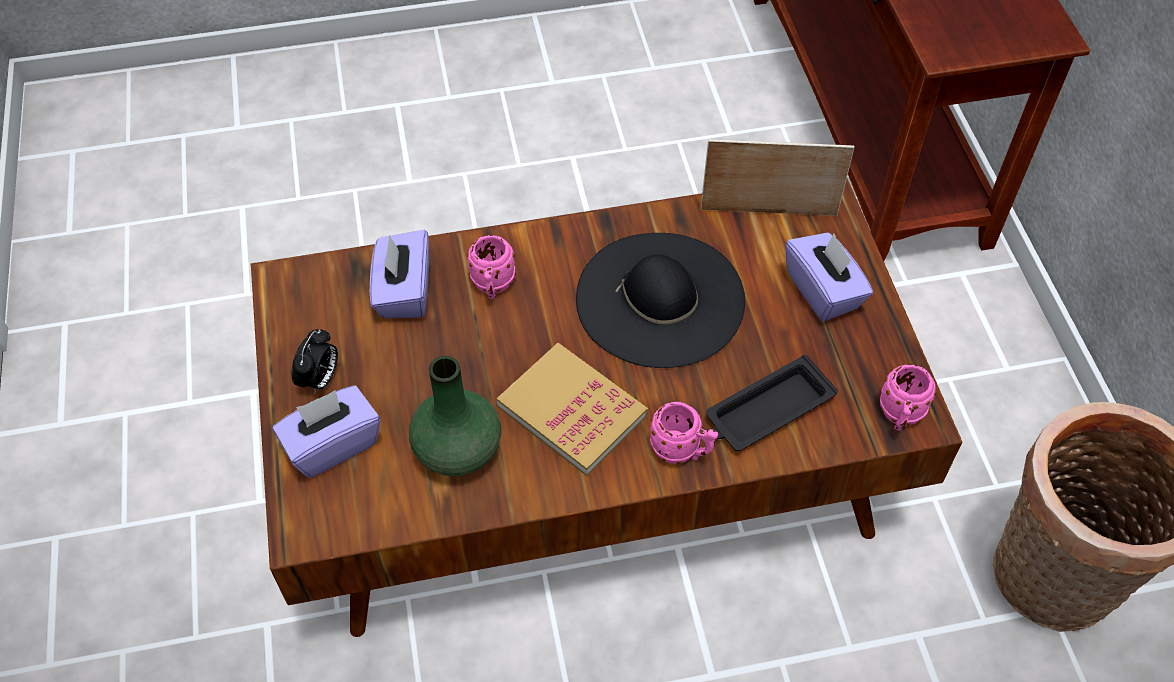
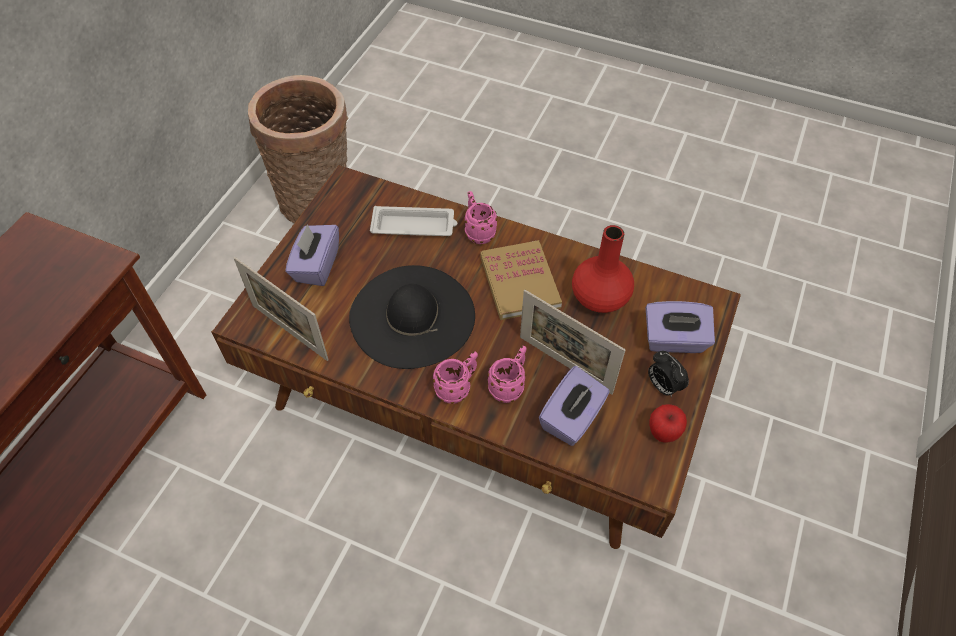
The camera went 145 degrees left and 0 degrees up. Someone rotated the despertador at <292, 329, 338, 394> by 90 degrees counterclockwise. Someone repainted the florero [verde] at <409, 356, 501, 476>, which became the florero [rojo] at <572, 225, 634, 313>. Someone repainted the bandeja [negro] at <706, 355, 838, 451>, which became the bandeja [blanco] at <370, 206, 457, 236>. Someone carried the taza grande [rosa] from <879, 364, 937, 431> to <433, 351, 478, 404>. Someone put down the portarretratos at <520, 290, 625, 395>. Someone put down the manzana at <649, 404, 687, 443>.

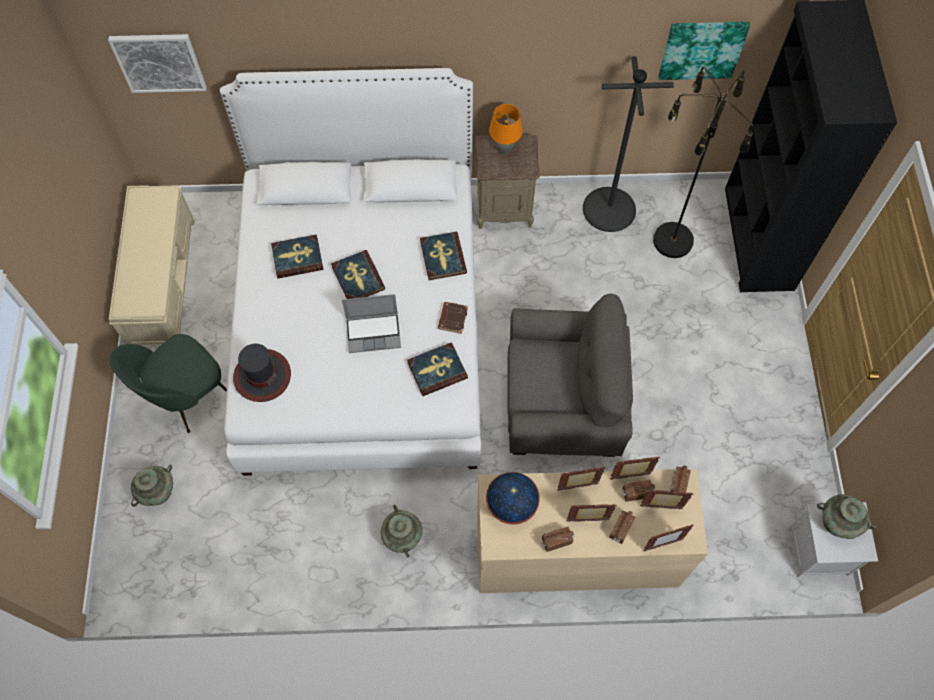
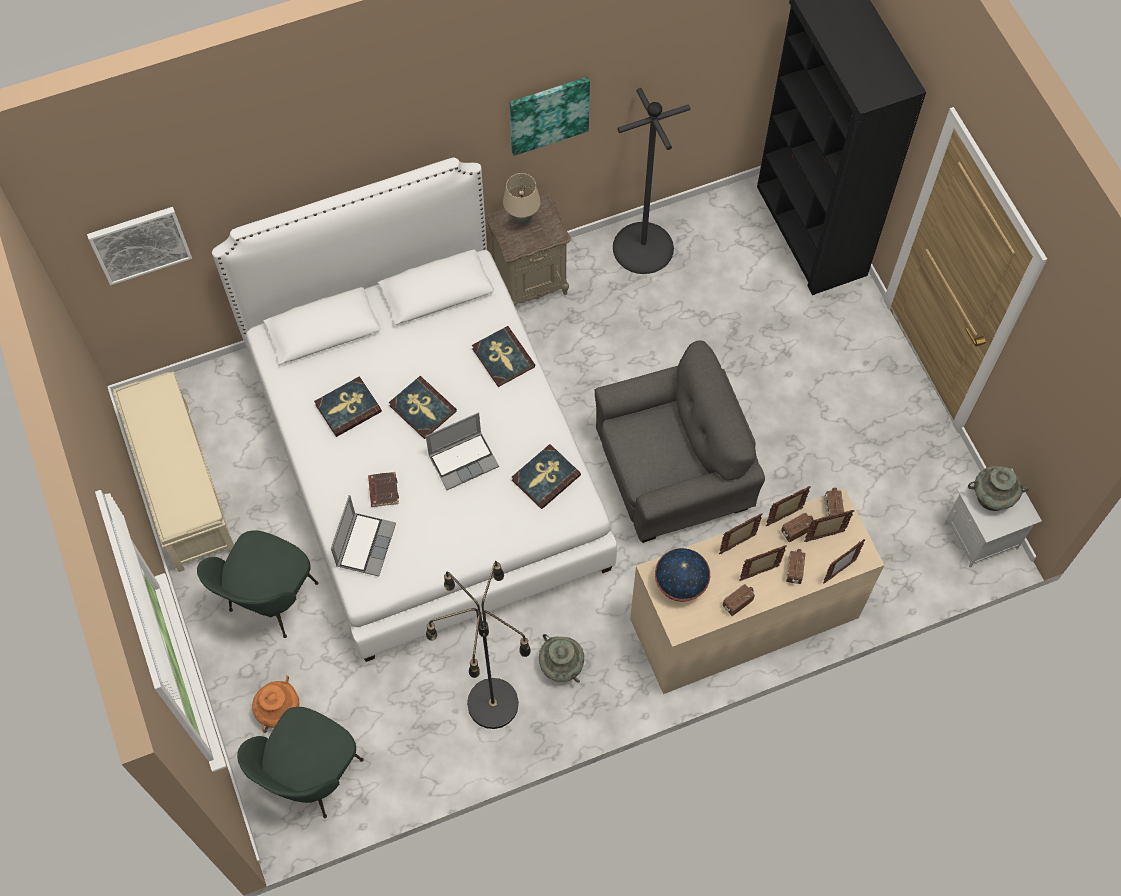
The camera went 20 degrees left and 0 degrees up. Someone repainted the florero [turquesa] at <131, 464, 173, 507>, which became the florero [naranja] at <252, 675, 299, 733>. Someone swapped the sombrero at <233, 344, 291, 402> for the portátil at <331, 495, 396, 576>. Someone carried the libro [marrón] from <438, 302, 468, 334> to <368, 472, 399, 507>. Someone repainted the lámpara de mesa [naranja] at <489, 104, 523, 154>, which became the lámpara de mesa [beis] at <503, 173, 541, 226>. Someone carried the lámpara de pie from <653, 67, 753, 258> to <426, 561, 531, 729>. Someone carried the cuadro from <658, 22, 750, 80> to <510, 77, 590, 156>. Someone put down the silla [verde] at <237, 707, 364, 818>.

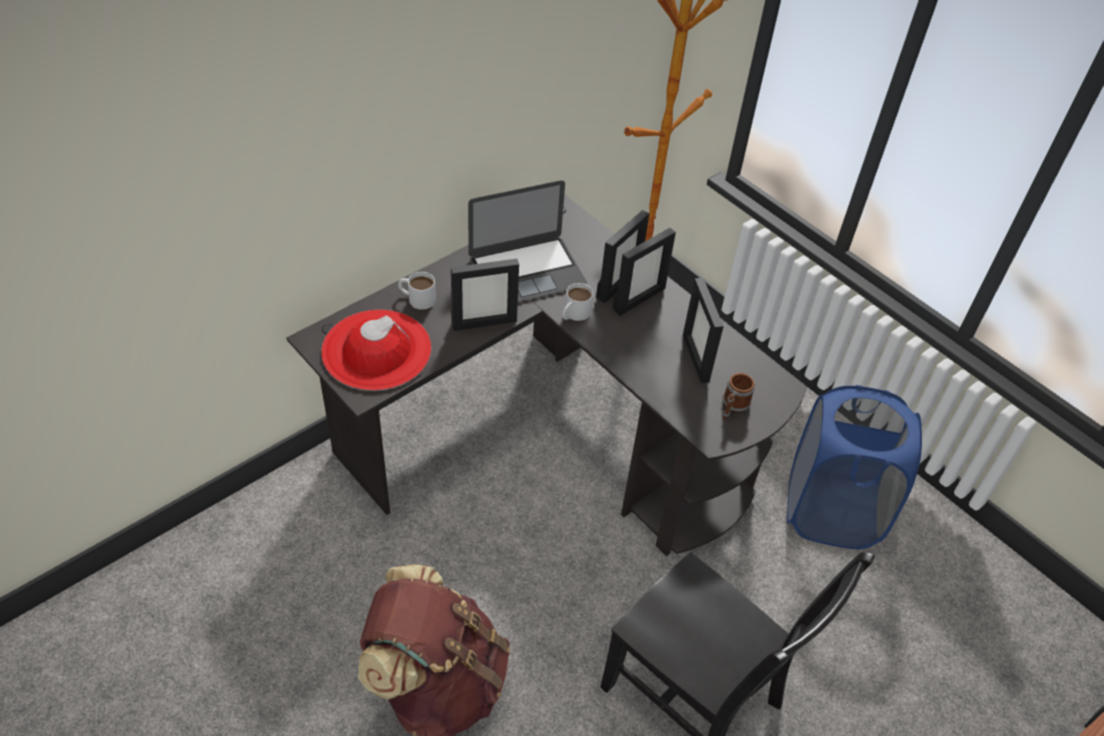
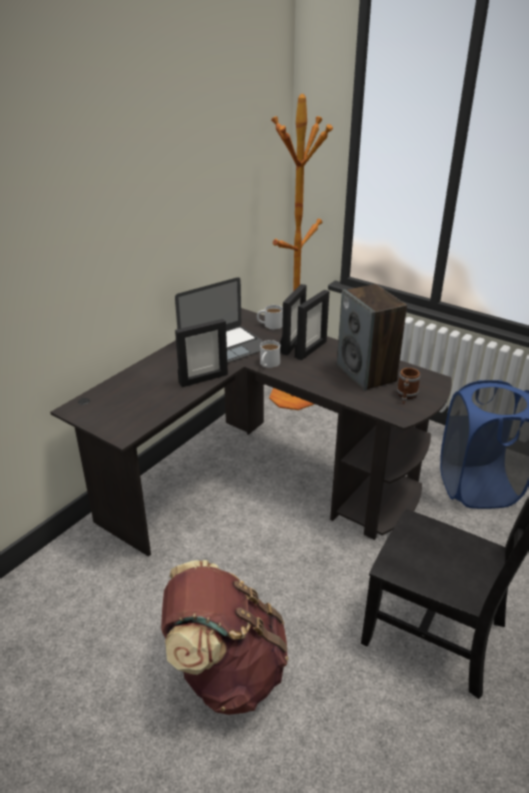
The camera went 10 degrees left and 15 degrees down. Someone took away the sombrero [rojo] at <321, 310, 431, 391>. Someone carried the taza grande [blanco] from <398, 272, 436, 310> to <257, 305, 283, 329>. Someone swapped the portarretratos at <683, 278, 724, 383> for the altavoz at <337, 284, 407, 391>.

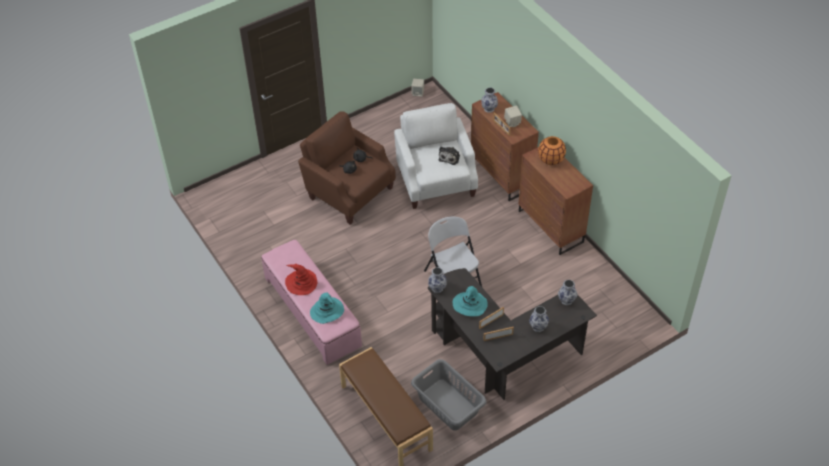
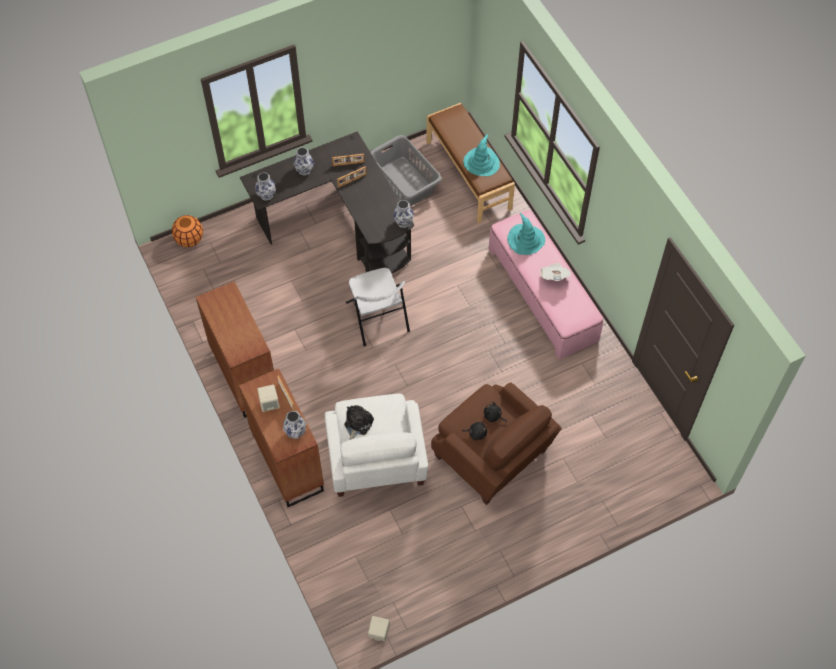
The camera went 175 degrees left and 10 degrees up. Someone swapped the sombrero [rojo] at <285, 264, 317, 295> for the periódico at <540, 263, 571, 281>. Someone carried the sombrero [turquesa] from <452, 286, 488, 316> to <463, 134, 500, 176>. Someone carried the florero [naranja] from <538, 136, 566, 165> to <172, 215, 203, 247>.

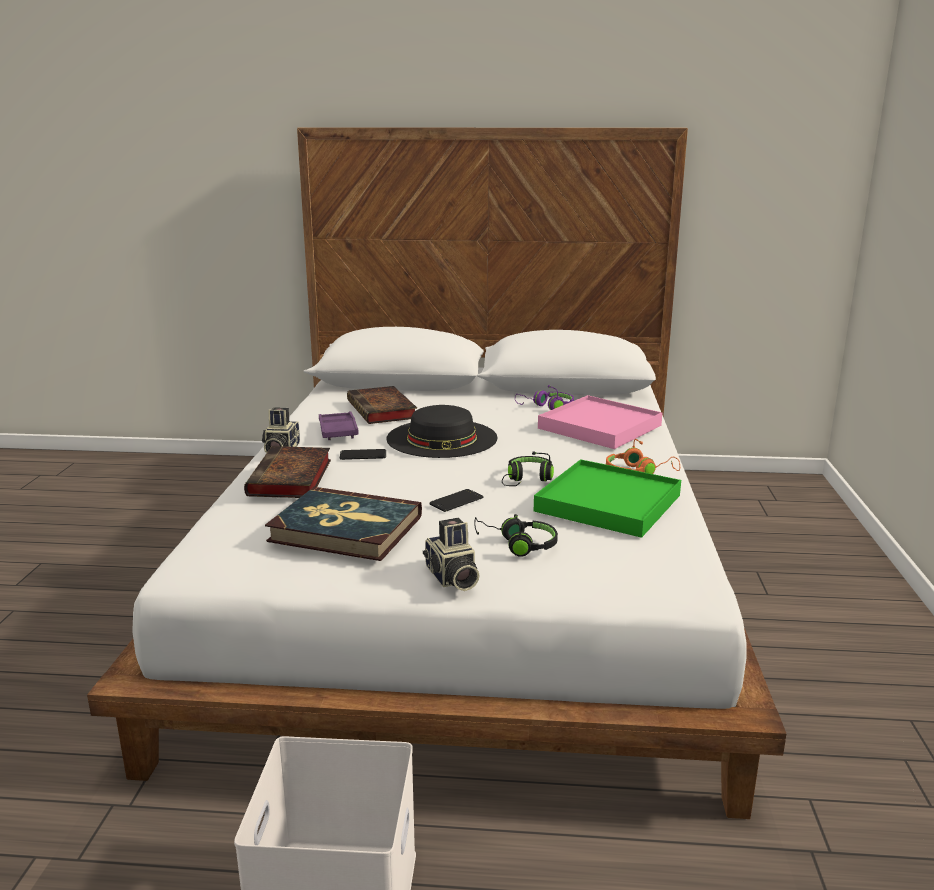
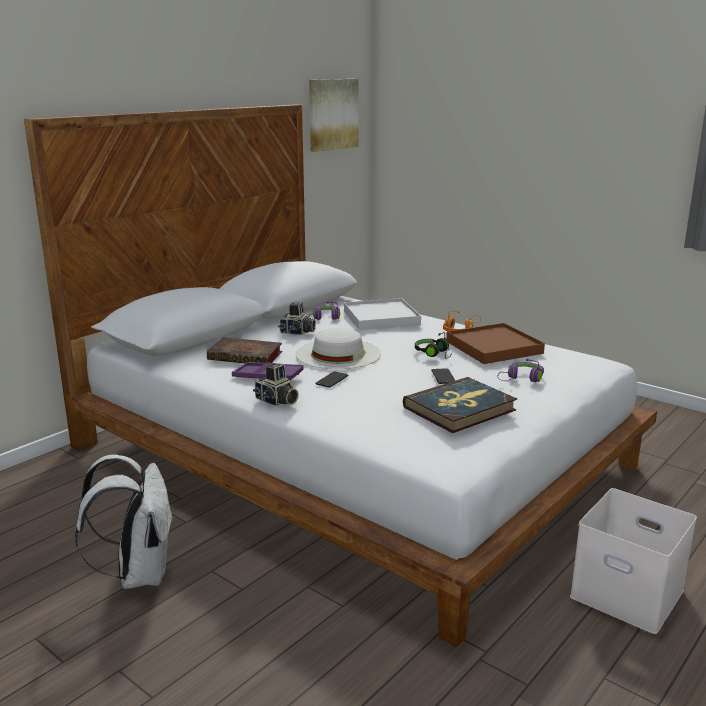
The camera went 55 degrees left and 0 degrees up. Someone took away the libro at <244, 446, 331, 498>. Someone repainted the sombrero [negro] at <386, 405, 497, 458>, which became the sombrero [blanco] at <296, 328, 381, 369>. Someone carried the cámara from <423, 518, 480, 591> to <278, 301, 316, 335>. Someone repainted the auriculares [negro] at <474, 514, 558, 557>, which became the auriculares [morado] at <497, 359, 544, 382>. Someone repainted the bandeja [verde] at <534, 459, 681, 538>, which became the bandeja [marrón] at <446, 323, 545, 364>. Someone repainted the bandeja [rosa] at <538, 395, 662, 449>, which became the bandeja [blanco] at <344, 298, 421, 330>. Someone put down the mochila [blanco] at <75, 455, 174, 589>. Someone put up the cuadro at <309, 79, 359, 152>.

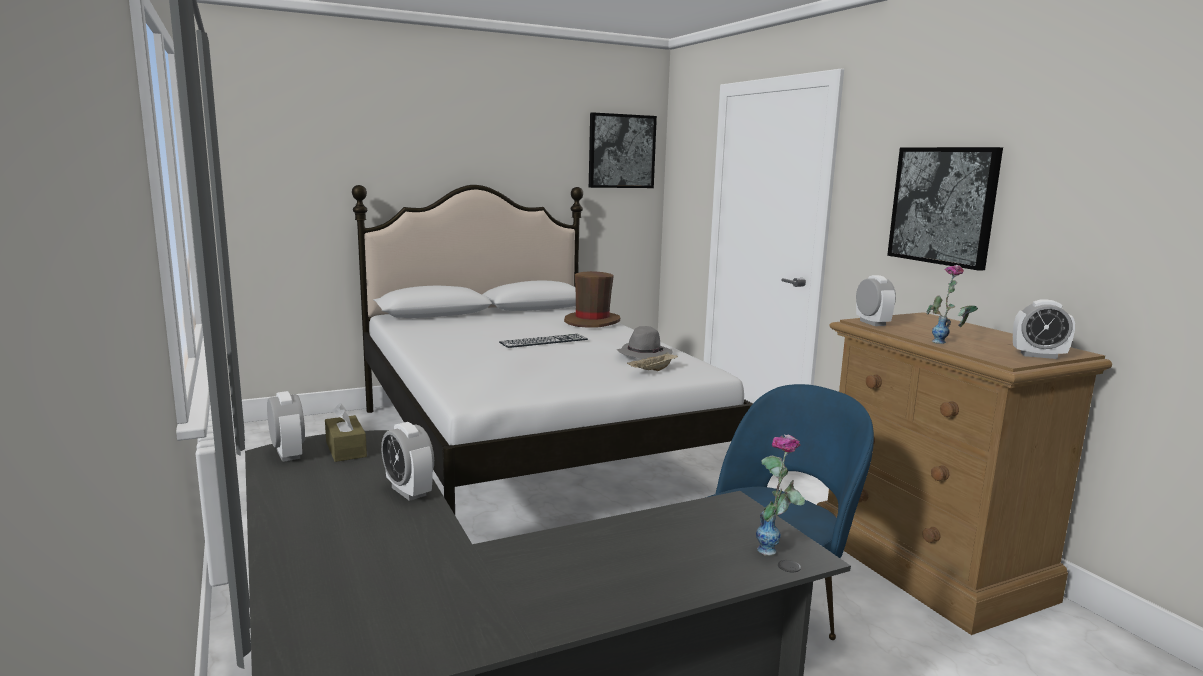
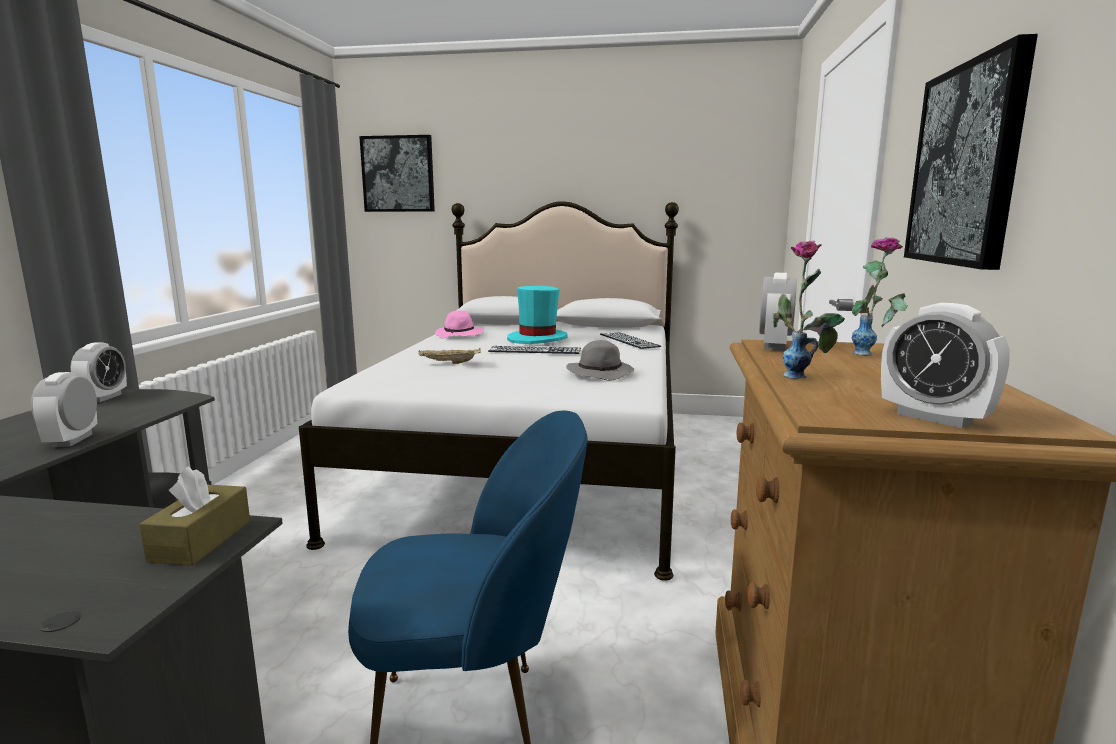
The camera went 35 degrees right and 0 degrees up. Someone carried the caja de pañuelos [marrón] from <325, 403, 367, 462> to <139, 466, 250, 566>. Someone swapped the sombrero [marrón] at <564, 271, 620, 328> for the teclado at <600, 332, 661, 349>. Someone carried the cuadro from <589, 112, 657, 188> to <359, 135, 435, 212>. Someone carried the bandeja [beis] from <627, 352, 678, 371> to <419, 348, 481, 364>. Someone carried the florero from <756, 435, 805, 556> to <852, 237, 908, 356>. Someone put down the sombrero [rosa] at <435, 311, 484, 338>. Someone put down the sombrero [turquesa] at <507, 286, 568, 344>.

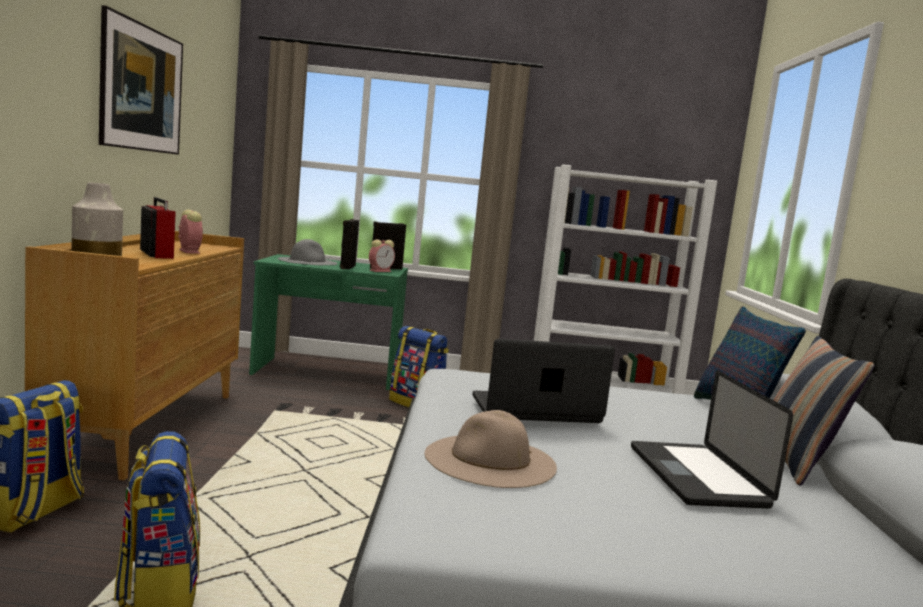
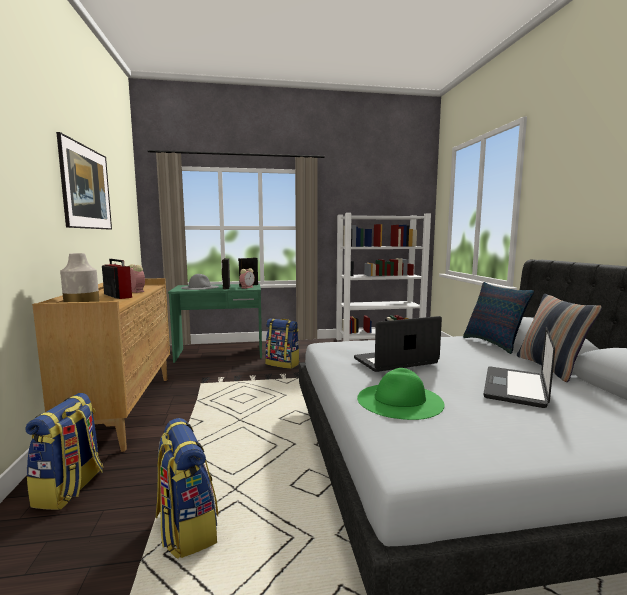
The camera went 10 degrees left and 0 degrees up. Someone repainted the sombrero [beis] at <424, 410, 557, 488>, which became the sombrero [verde] at <357, 368, 445, 420>. Someone rotated the portátil at <631, 370, 793, 509> by 45 degrees clockwise.

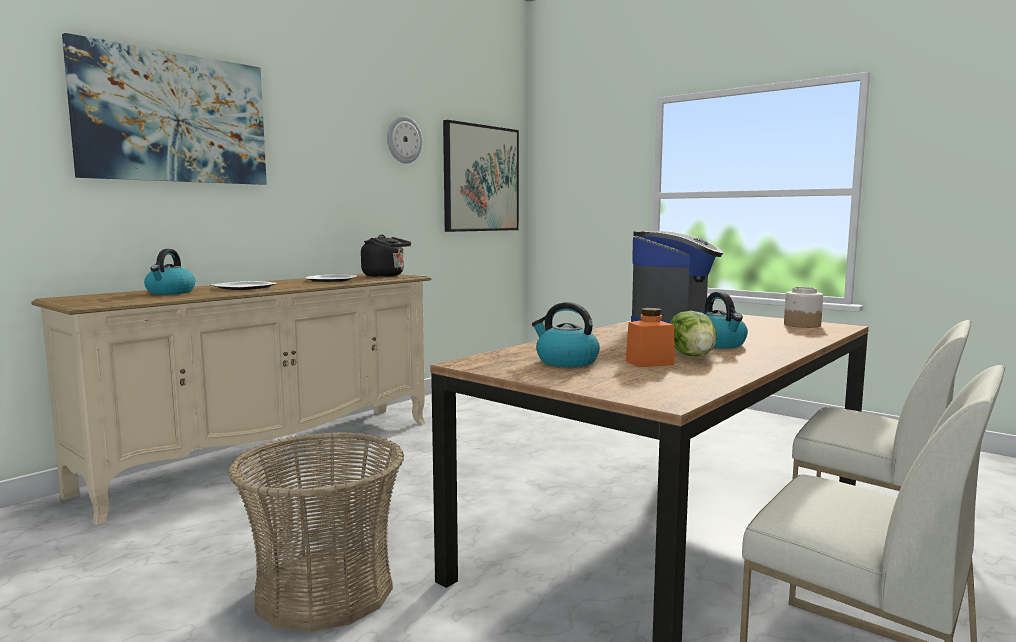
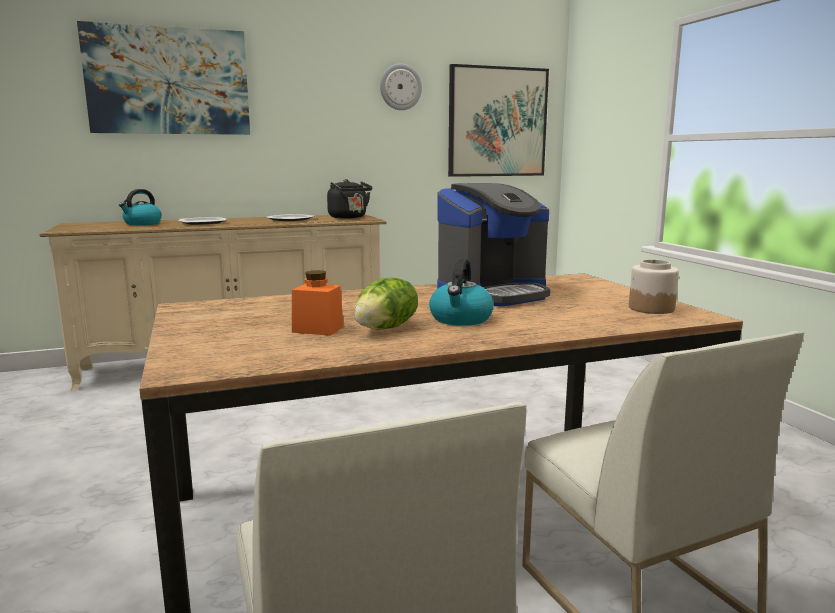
The camera went 30 degrees right and 5 degrees up. Someone took away the cesta at <228, 432, 404, 632>. Someone took away the hervidor at <532, 302, 600, 367>.

